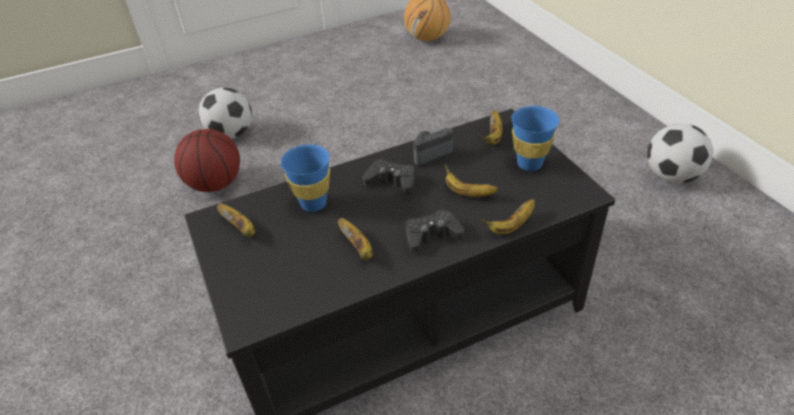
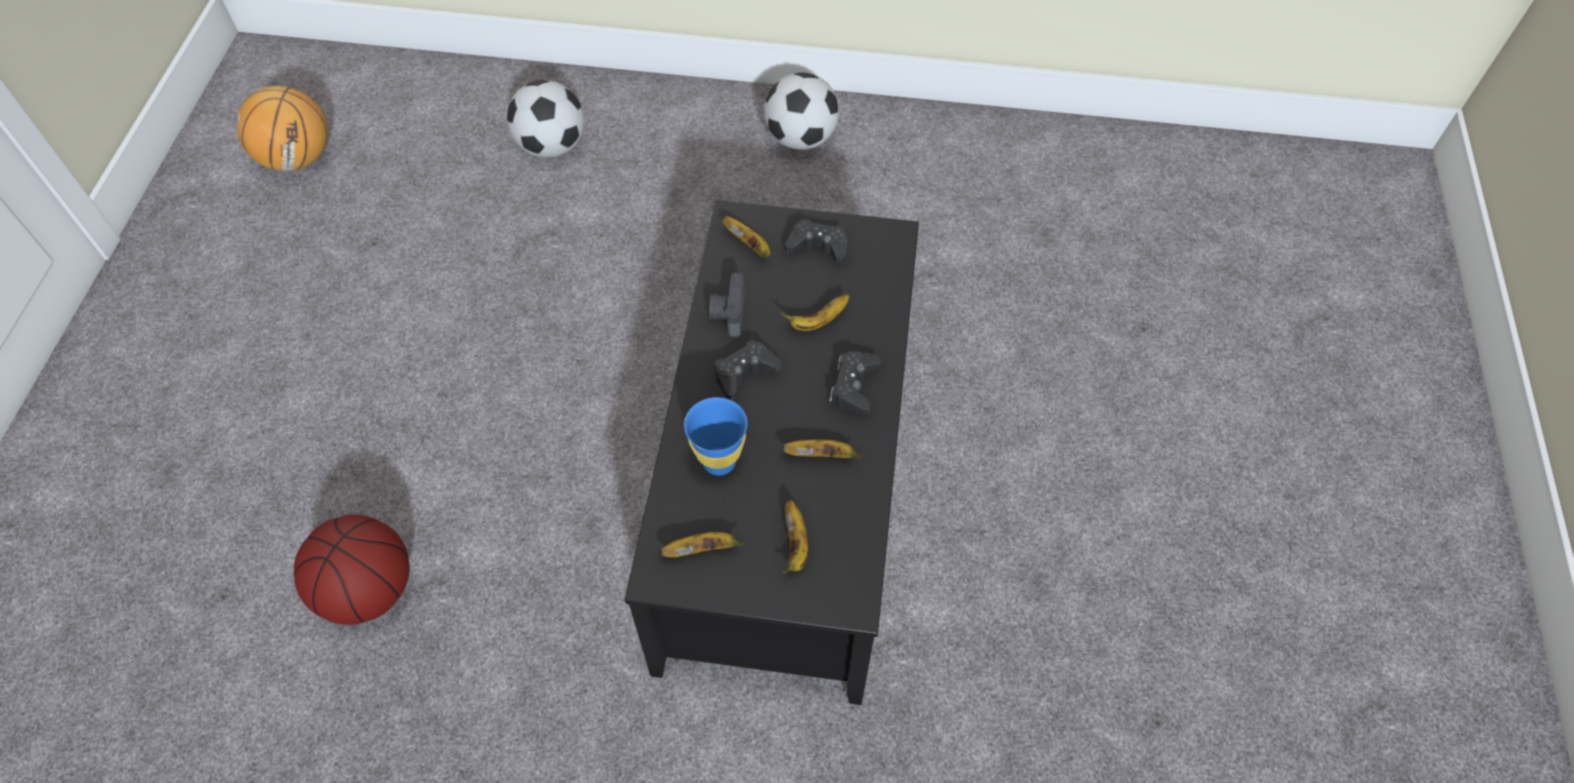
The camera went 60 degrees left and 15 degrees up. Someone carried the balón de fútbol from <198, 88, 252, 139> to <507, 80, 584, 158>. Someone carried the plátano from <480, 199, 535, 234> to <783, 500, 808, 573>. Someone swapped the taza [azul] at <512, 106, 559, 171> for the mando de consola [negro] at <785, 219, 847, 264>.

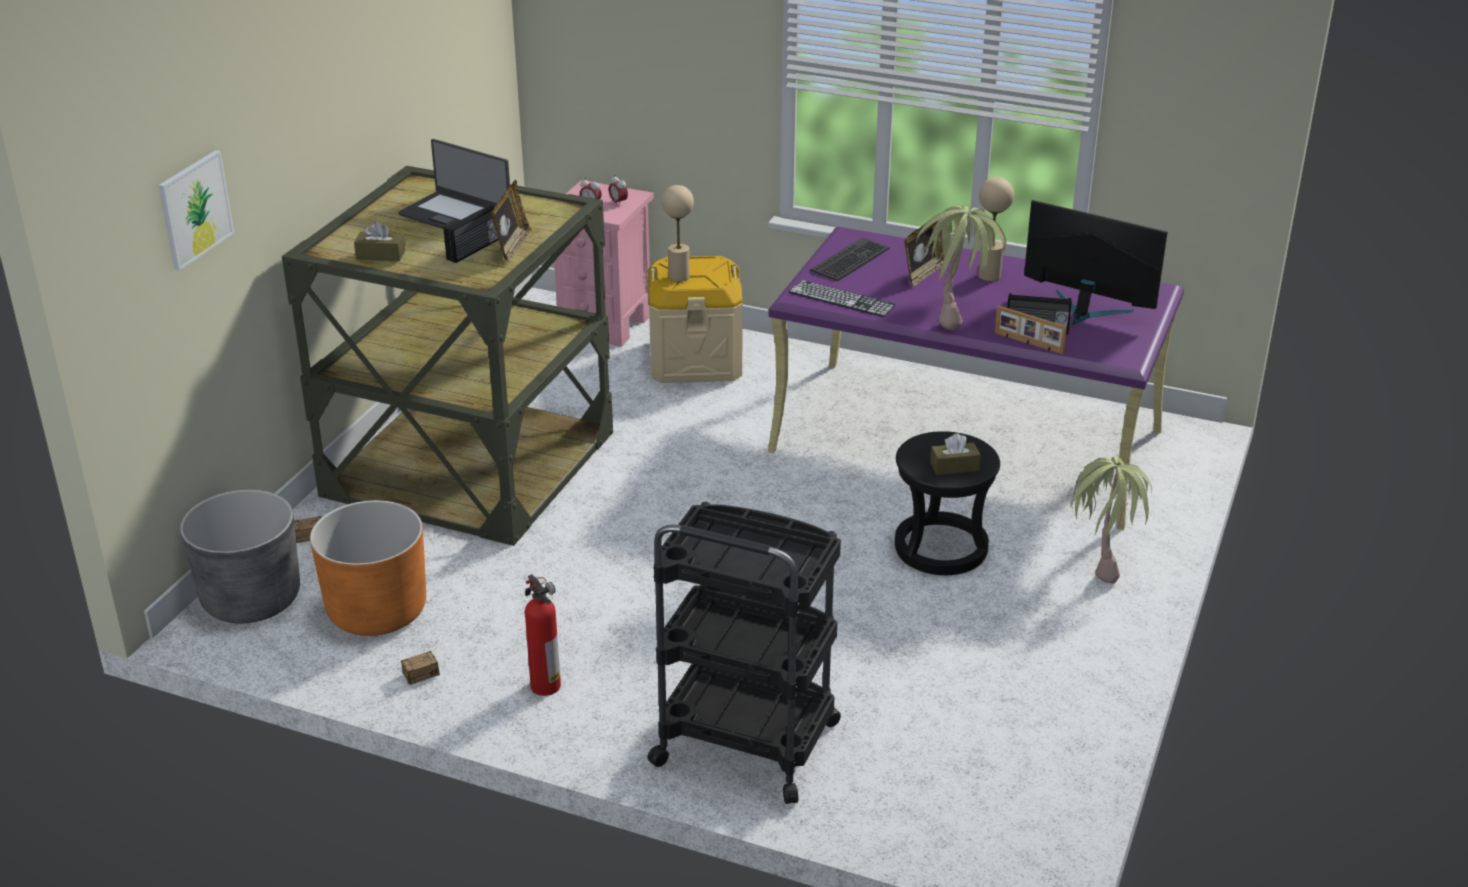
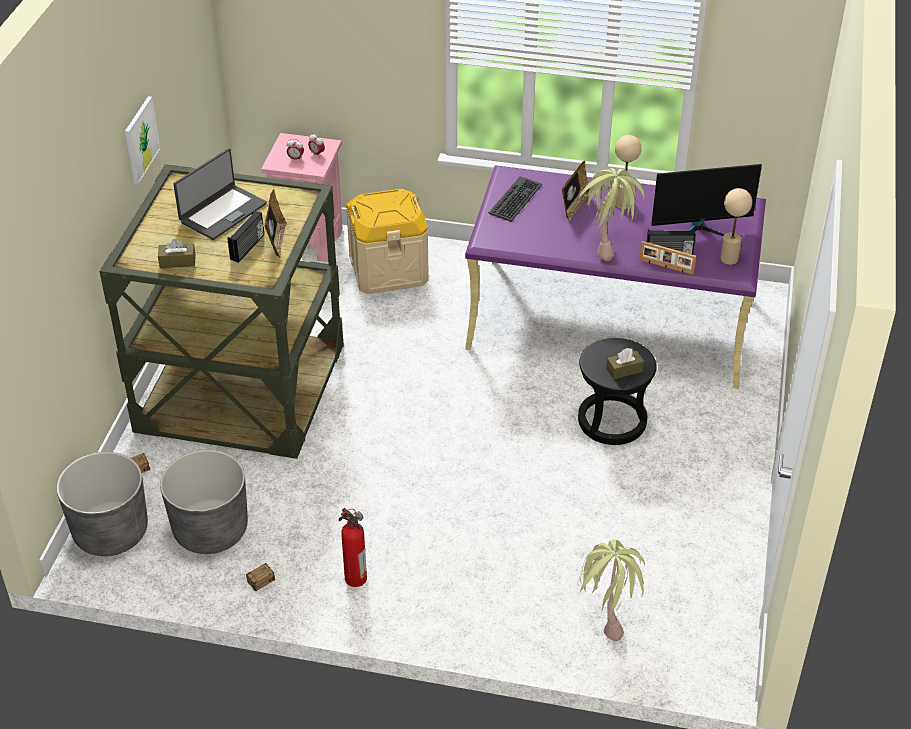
The camera went 10 degrees left and 10 degrees up. Someone carried the cuadro from <158, 150, 234, 271> to <125, 96, 160, 185>. Someone repainted the maceta [naranja] at <310, 500, 426, 636>, which became the maceta [gris] at <160, 450, 248, 554>. Someone rotated the portátil at <398, 139, 510, 229> by 75 degrees counterclockwise. Someone took away the carrito [negro] at <647, 502, 841, 804>. Someone carried the lámpara de mesa [beis] from <662, 185, 694, 282> to <720, 188, 752, 265>. Someone took away the teclado at <788, 280, 896, 317>. Someone rotated the monitor at <1024, 200, 1168, 325> by 150 degrees clockwise. Someone carried the planta en maceta from <1067, 456, 1152, 584> to <577, 539, 645, 641>.

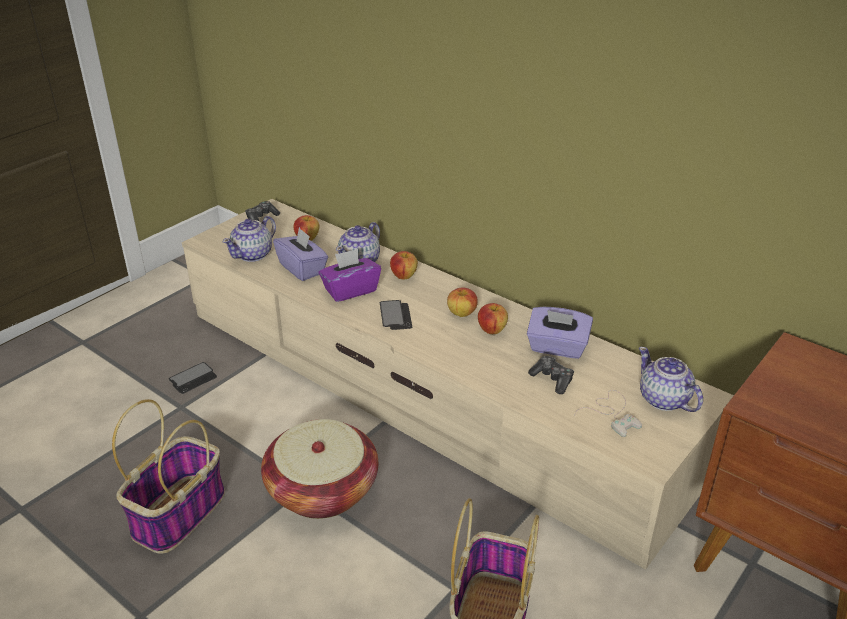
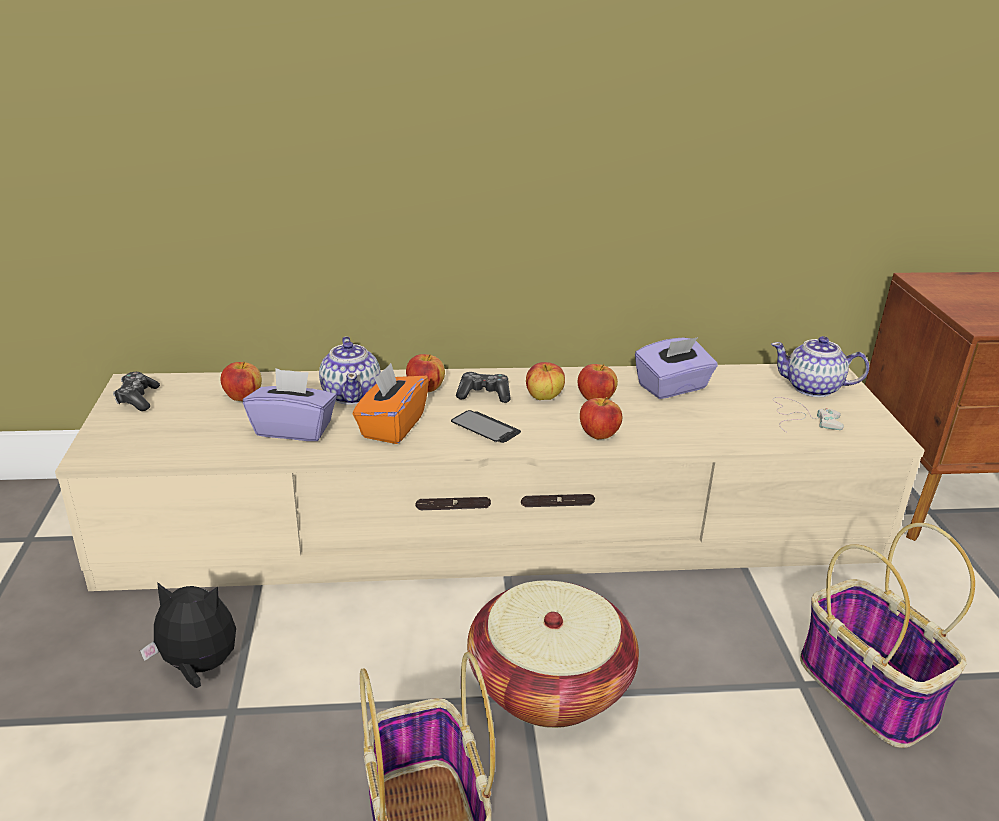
The camera went 45 degrees left and 5 degrees down. Someone swapped the móvil at <169, 362, 217, 394> for the peluche at <140, 582, 236, 688>. Someone took away the tetera at <222, 216, 276, 262>. Someone repainted the caja de pañuelos [morado] at <319, 249, 381, 302>, which became the caja de pañuelos [naranja] at <353, 363, 429, 444>. Someone carried the mando de consola from <528, 356, 574, 394> to <456, 372, 510, 403>. Someone put down the manzana at <580, 397, 622, 439>.

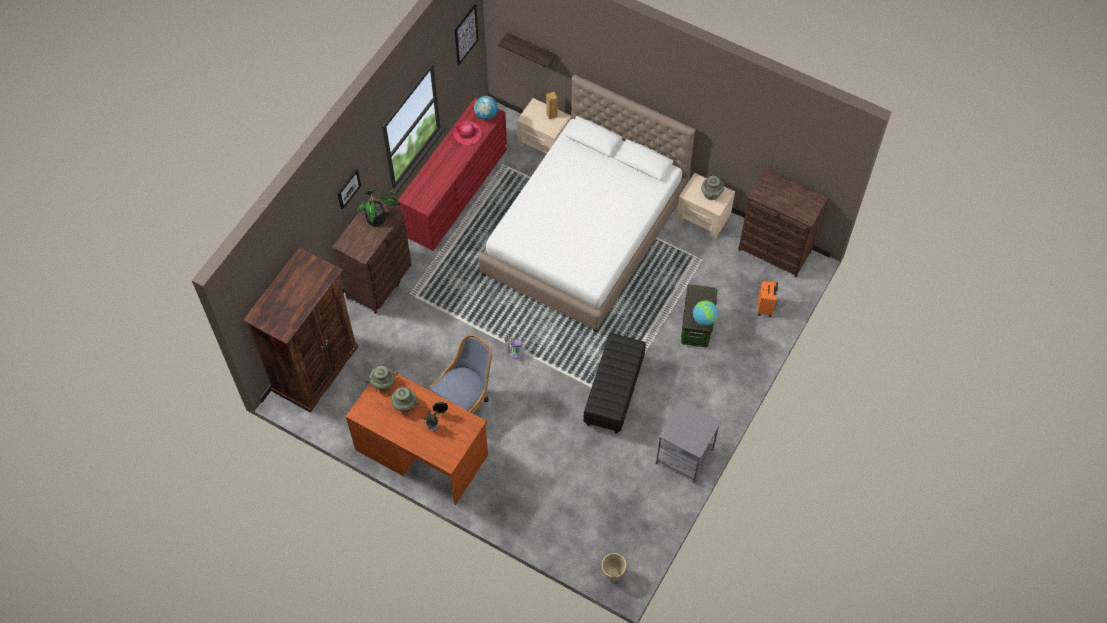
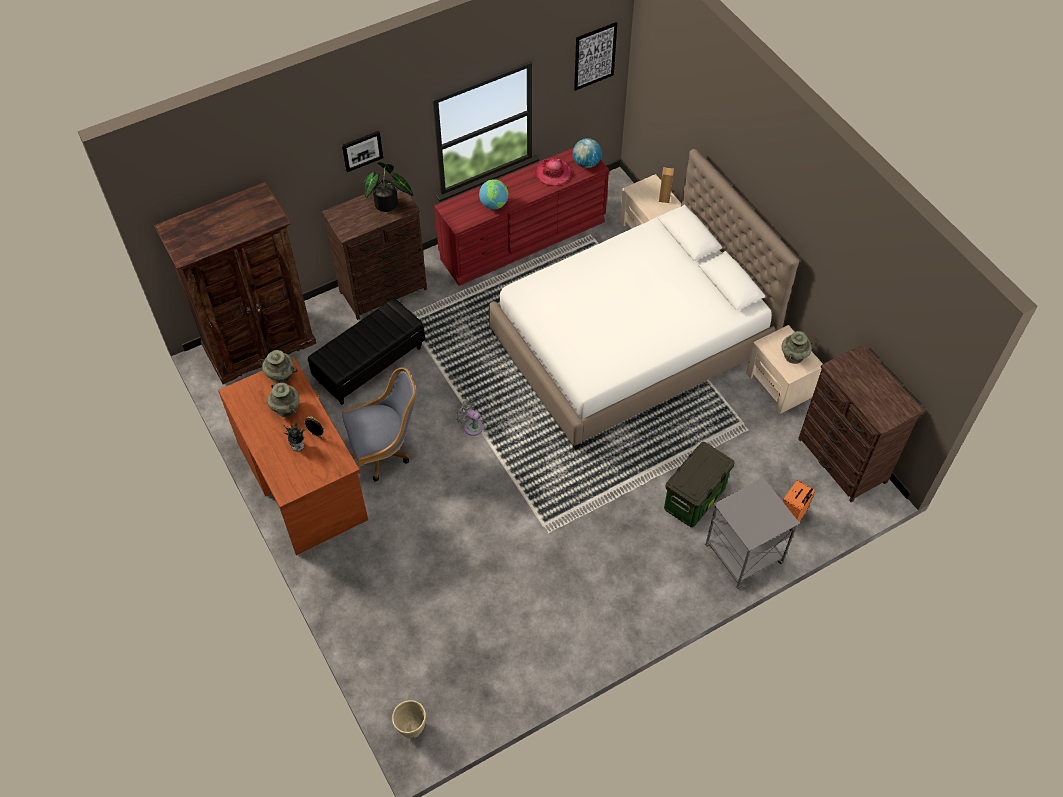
The camera went 30 degrees right and 5 degrees down. Someone took away the estante at <498, 33, 556, 68>. Someone carried the puf [negro] from <583, 333, 646, 434> to <308, 298, 425, 405>. Someone carried the carrito [gris] from <655, 400, 721, 484> to <705, 478, 800, 589>. Someone carried the globo terráqueo from <693, 301, 718, 326> to <479, 179, 508, 209>.

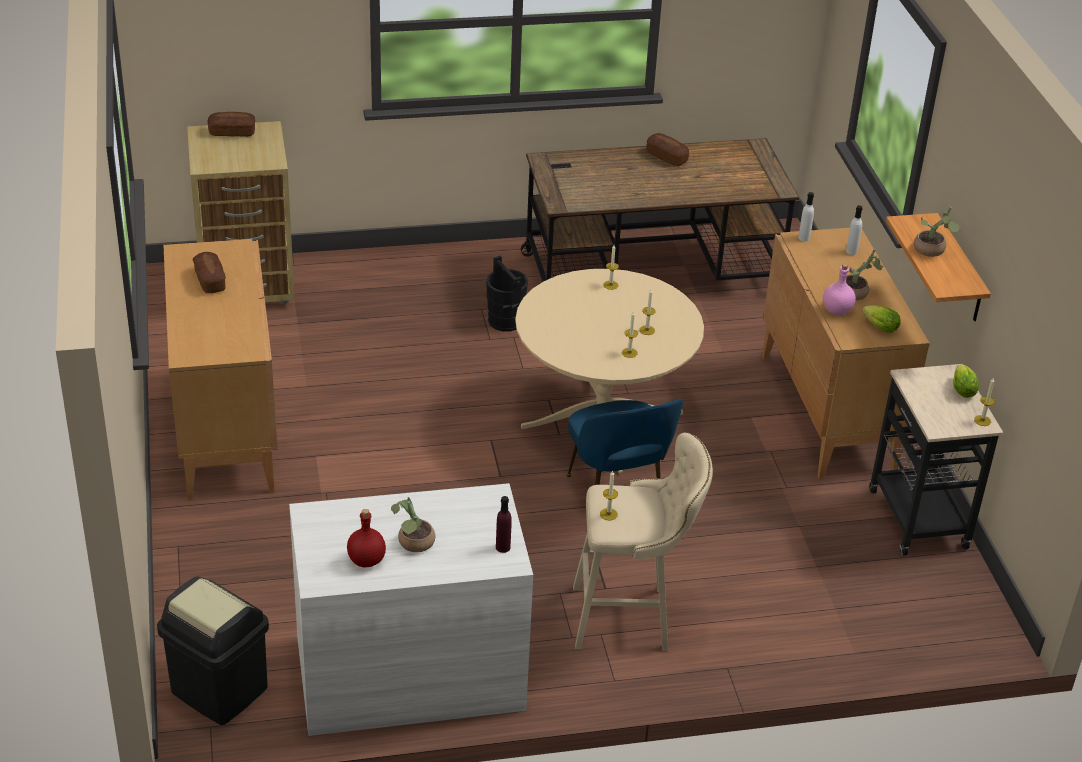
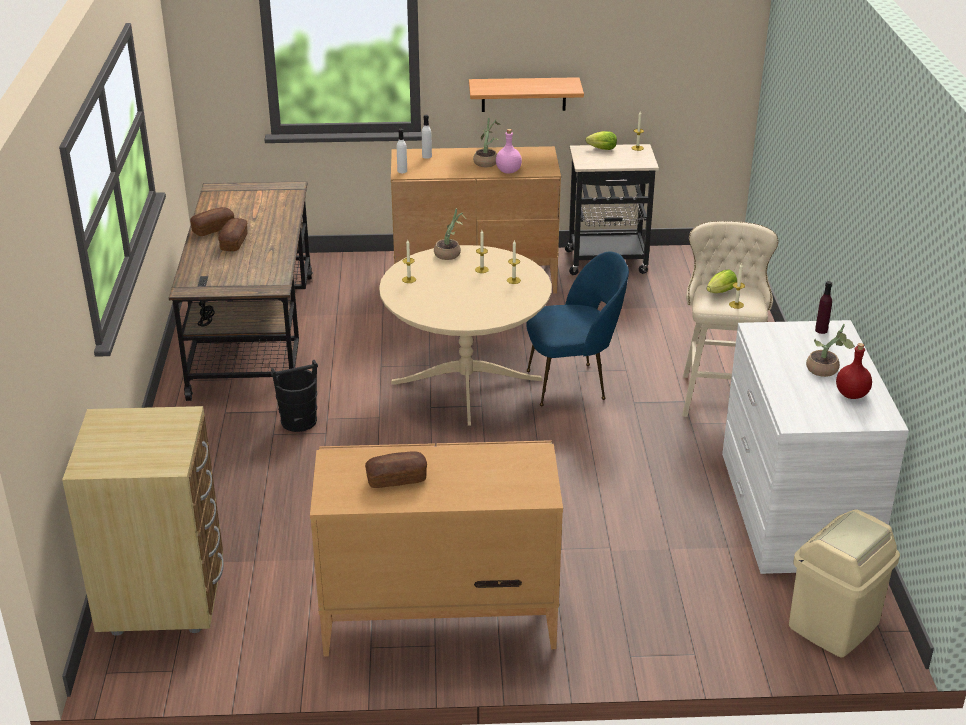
The camera went 80 degrees left and 5 degrees down. Someone repainted the papelera [negro] at <157, 576, 269, 725>, which became the papelera [beis] at <789, 509, 900, 657>. Someone carried the pan from <208, 112, 255, 137> to <218, 218, 248, 251>. Someone carried the lechuga from <862, 305, 901, 333> to <707, 270, 737, 293>. Someone carried the planta en maceta from <914, 206, 960, 257> to <434, 208, 467, 260>.

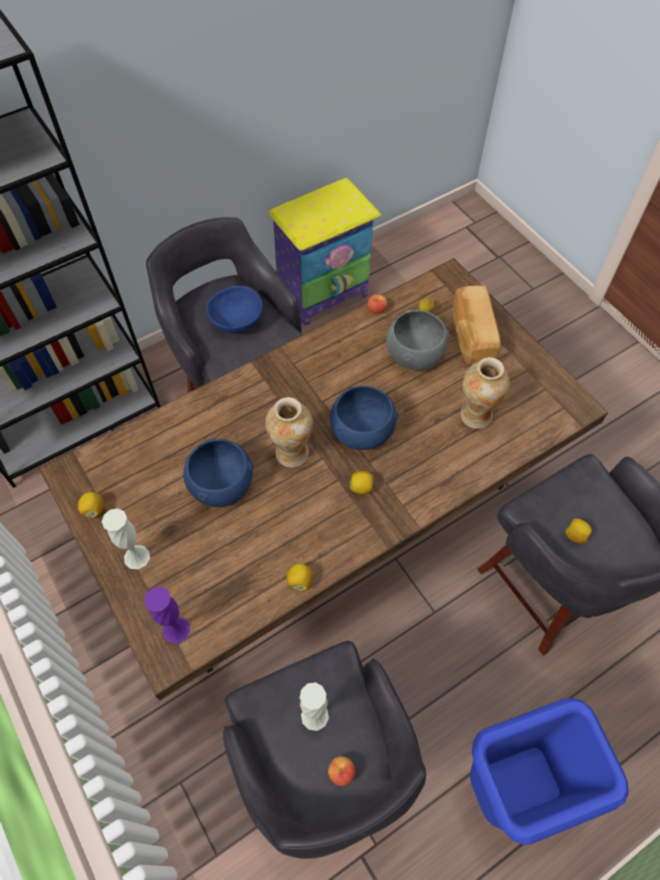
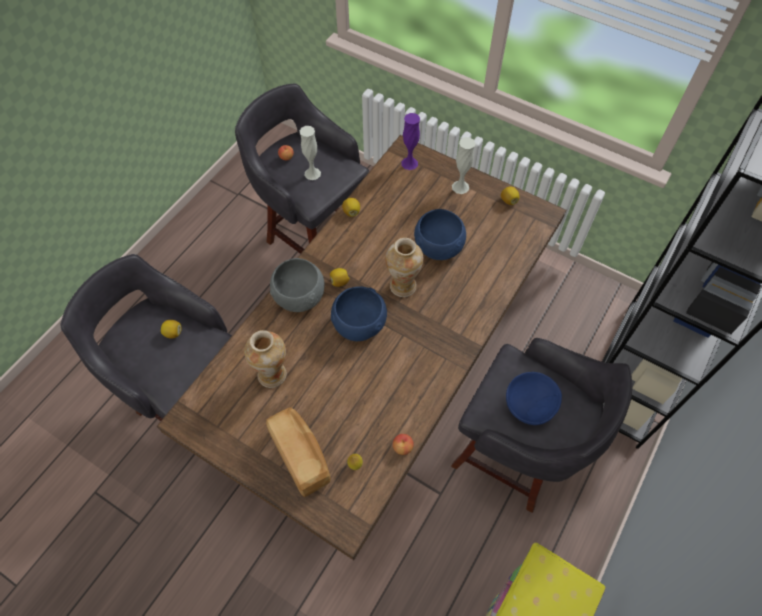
The camera went 155 degrees right and 0 degrees up. Someone carried the cuenco [gris] from <386, 310, 450, 370> to <270, 258, 325, 312>. Someone took away the papelera [azul] at <470, 698, 629, 845>.

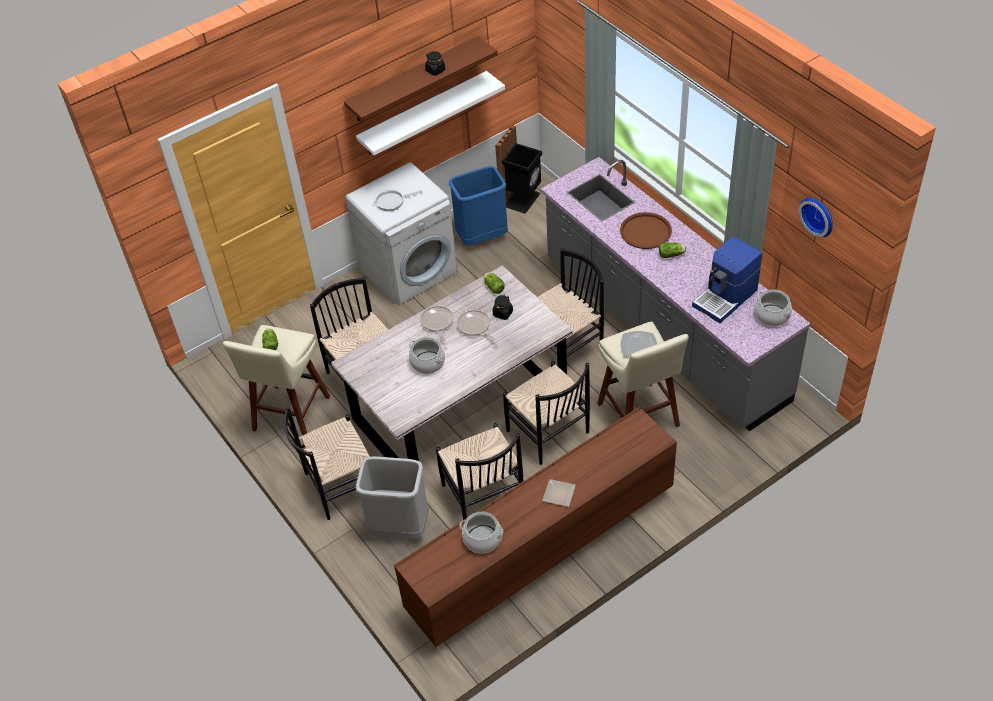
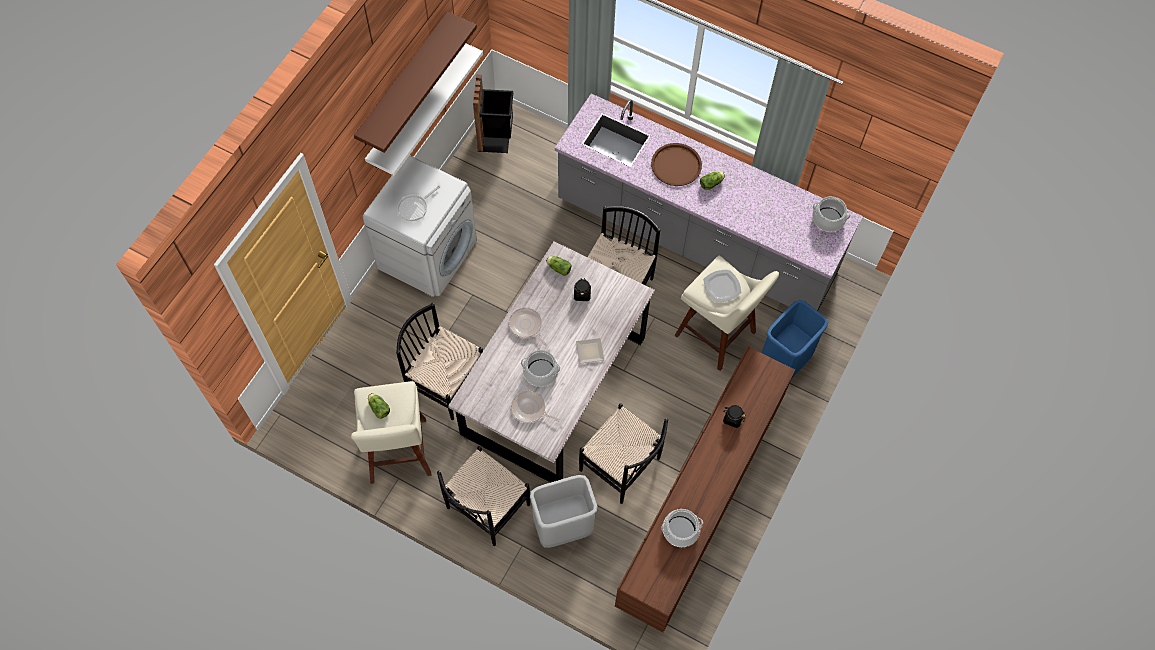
The camera went 30 degrees left and 15 degrees up. Someone carried the tarro [negro] from <425, 51, 445, 76> to <723, 405, 745, 428>. Someone carried the papelera [azul] from <449, 166, 508, 245> to <762, 300, 828, 378>. Someone carried the sartén from <457, 310, 495, 341> to <511, 391, 560, 423>. Someone took away the silla [negro] at <503, 361, 590, 465>. Someone carried the plato from <542, 479, 576, 507> to <576, 338, 604, 364>. Someone took away the cafetera at <692, 236, 762, 323>. Someone took away the reloj de pared at <799, 198, 833, 237>.

